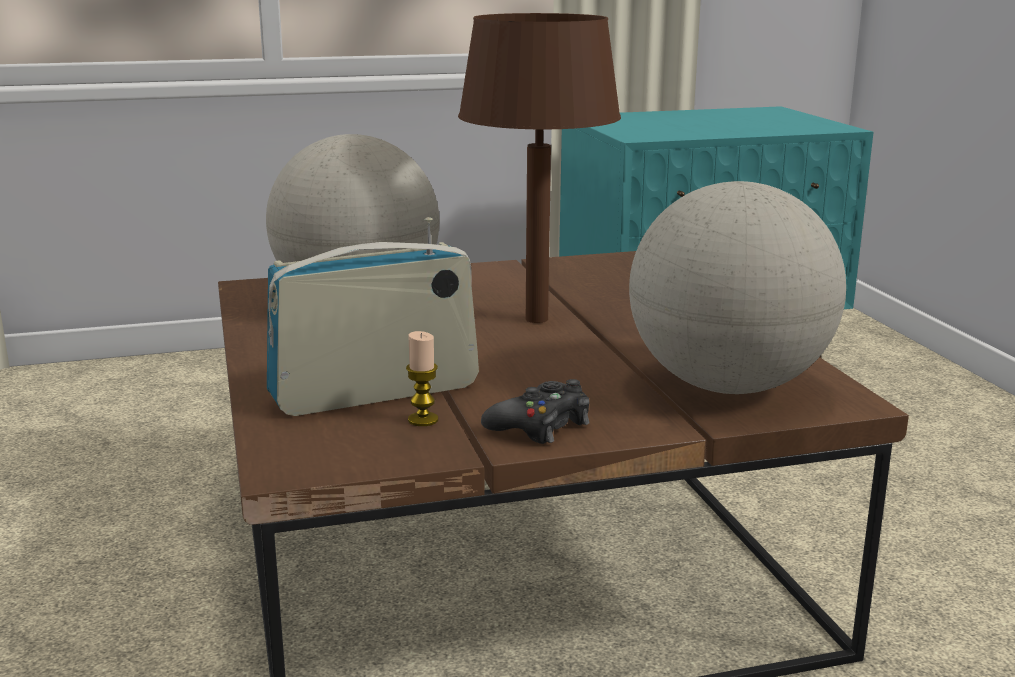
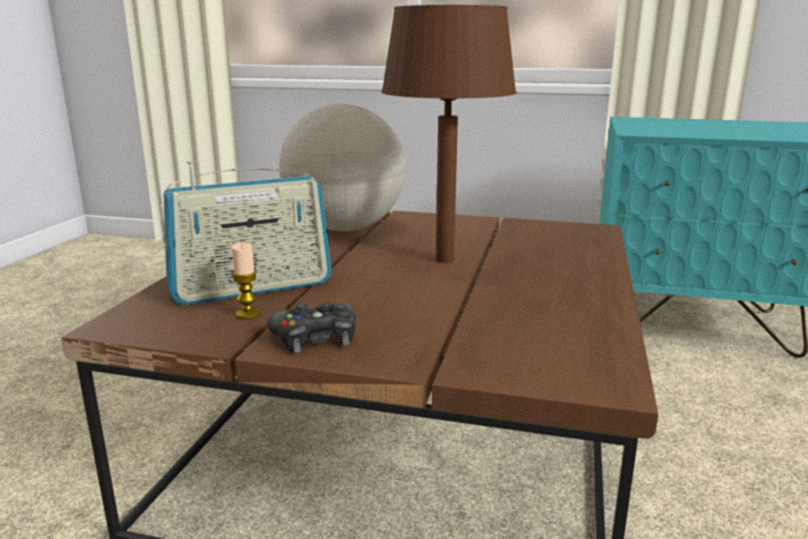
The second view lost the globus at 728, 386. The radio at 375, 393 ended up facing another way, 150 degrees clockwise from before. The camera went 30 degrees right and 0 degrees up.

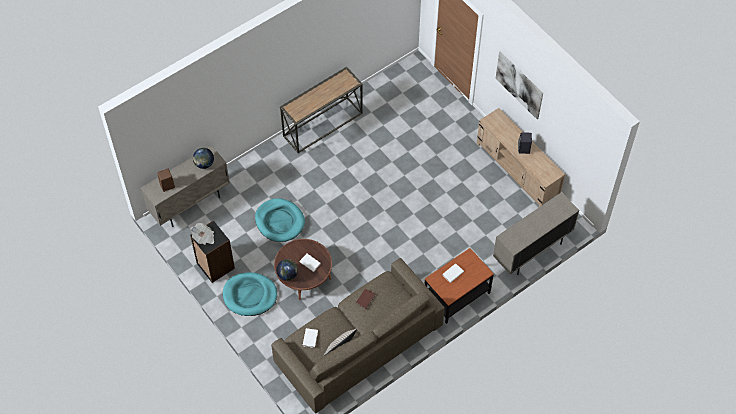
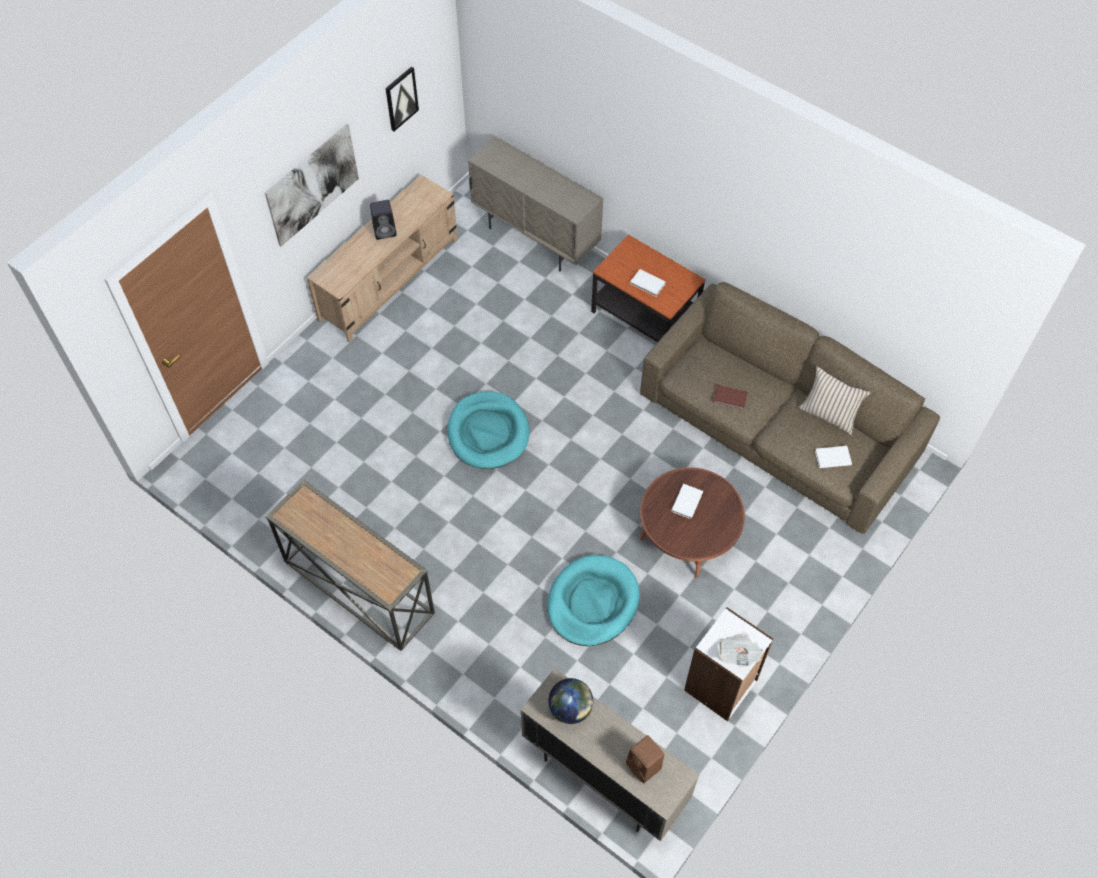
What was the regał/czarny at 215, 266 turned into the regał/biały at 721, 686. The second view lost the globus at 287, 275. The legowisko/turkusowy ended up elsewhere, having gone from 250, 295 to 488, 432. The second view gained the obraz at 401, 98. The camera went 105 degrees left and 0 degrees up.

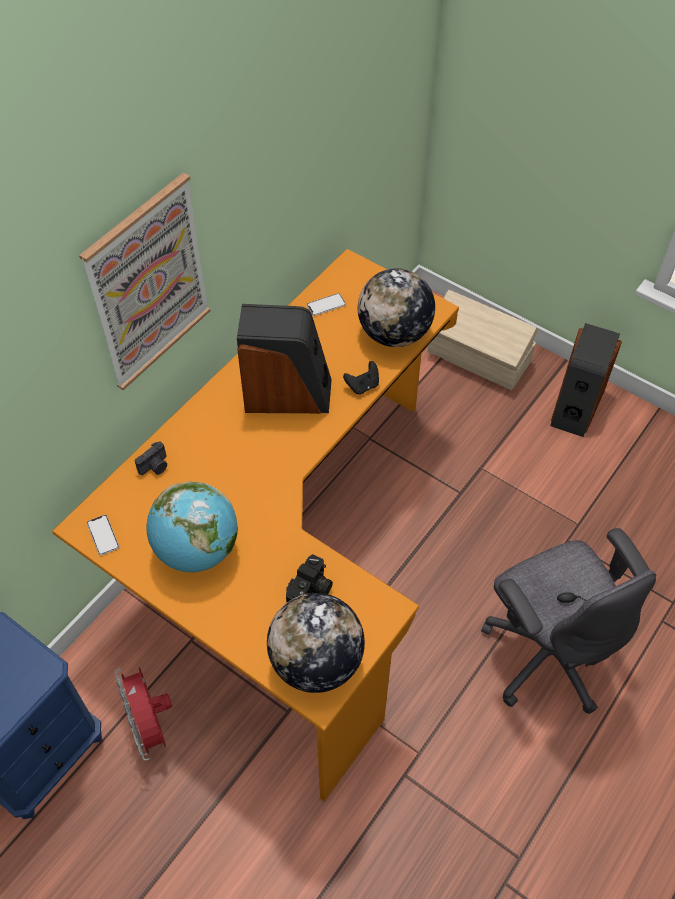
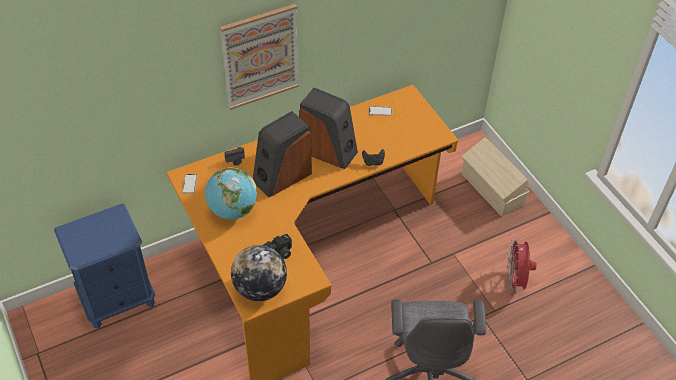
The second view lost the globus at 394, 334. The głośnik ended up elsewhere, having gone from 576, 406 to 282, 176. The wentylator/czerwony ended up elsewhere, having gone from 151, 726 to 515, 280. The camera went 25 degrees right and 5 degrees down.

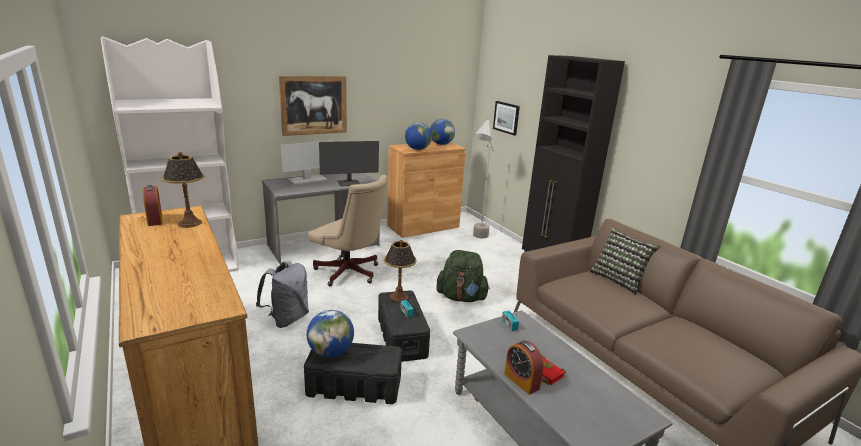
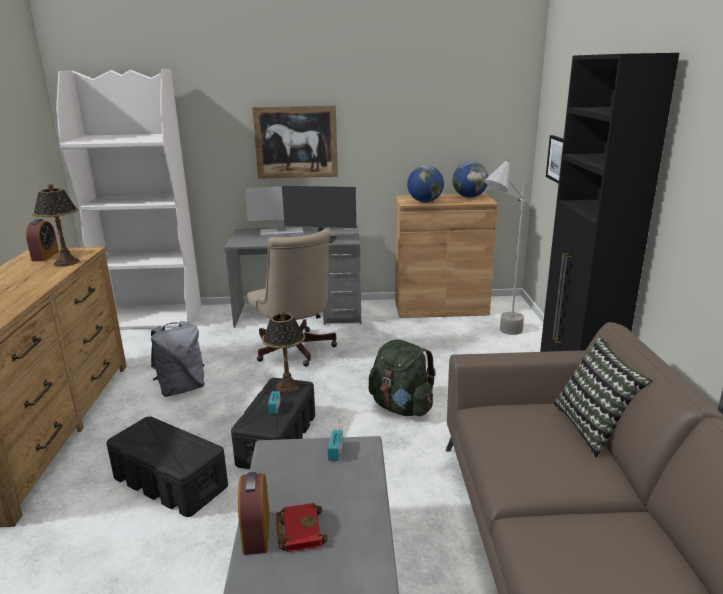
The second view lost the globus at 331, 352. The camera went 30 degrees right and 0 degrees up.

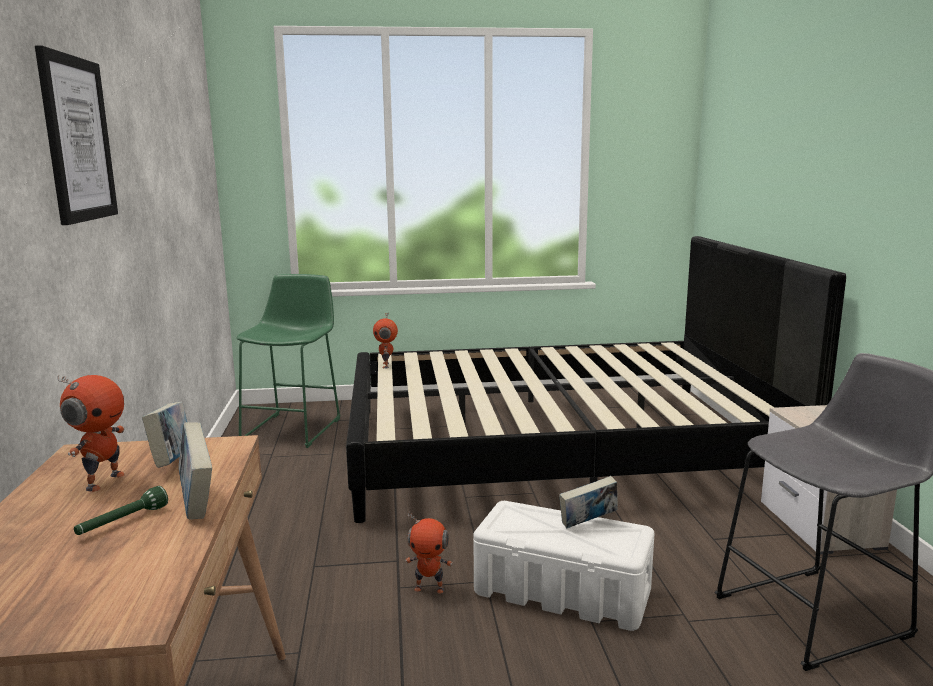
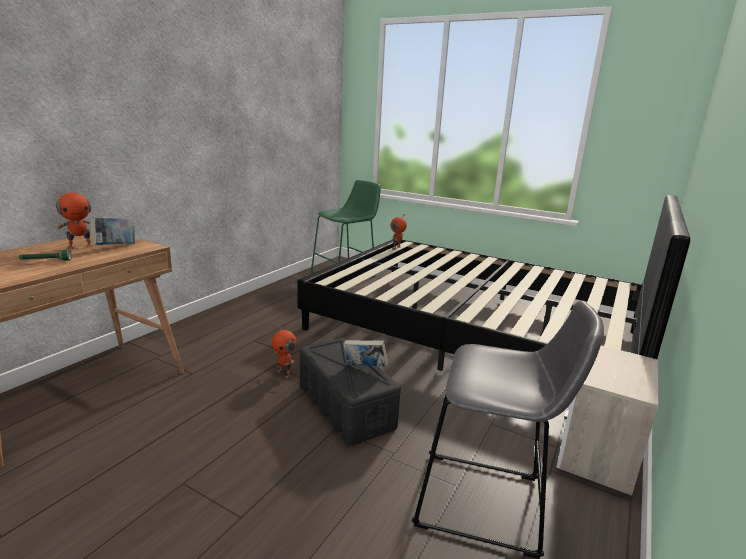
The second view lost the obraz at 77, 139. The second view lost the książka at 197, 502. What was the pojemnik do przechowywania/biały at 563, 591 turned into the pojemnik do przechowywania/czarny at 346, 407. The camera went 35 degrees right and 5 degrees up.

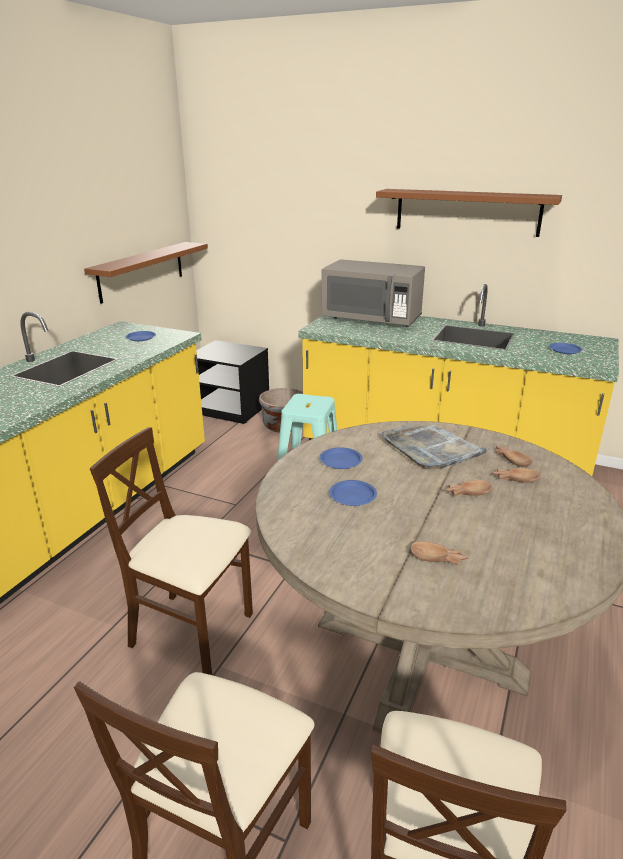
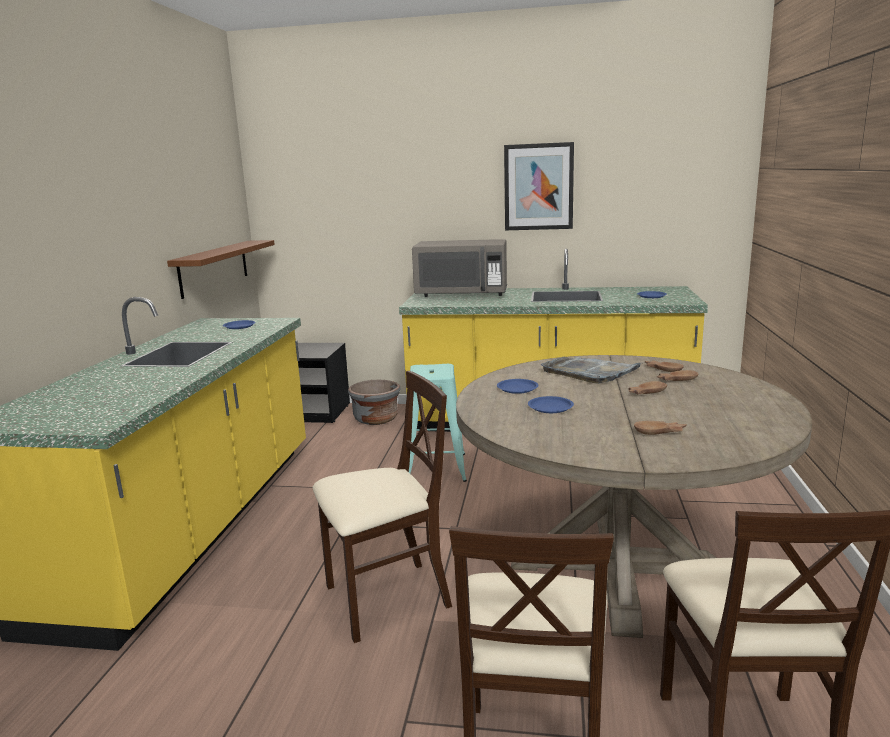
Where the półka/brązowy hung at 467, 212, the obraz came to hang at 538, 187. The krzesło/beżowy at 192, 632 ended up facing another way, 150 degrees clockwise from before. The camera went 15 degrees left and 10 degrees down.

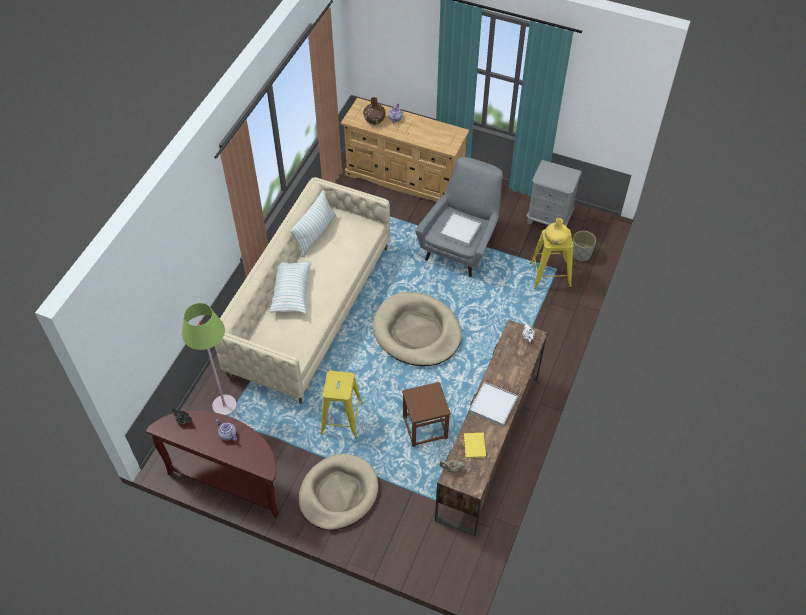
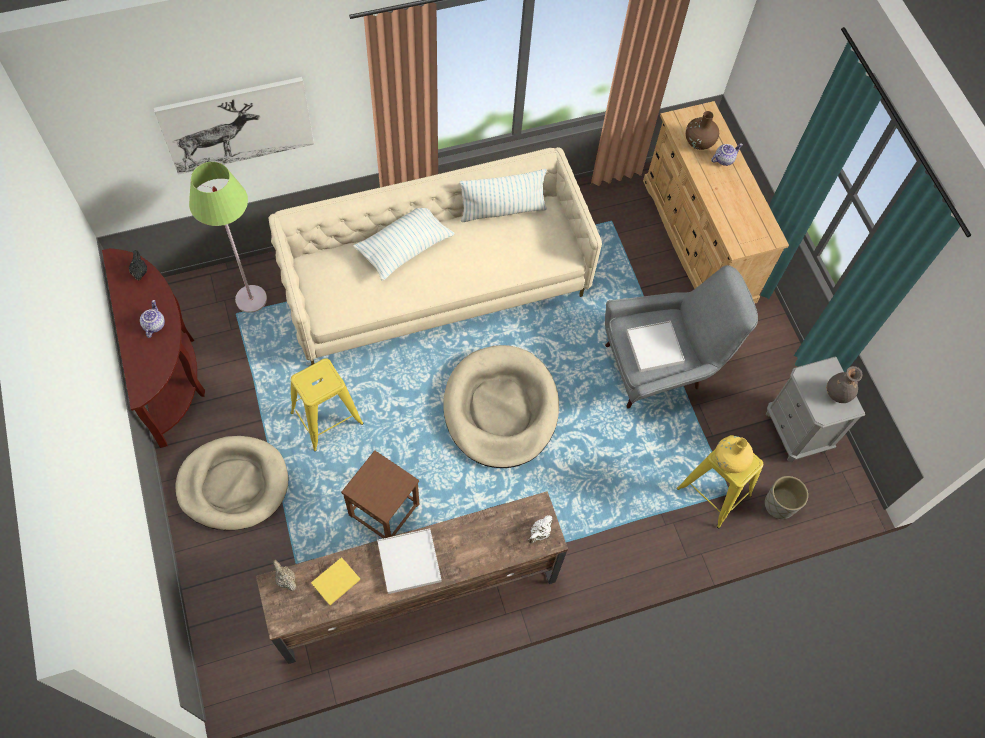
The second view gained the obraz at 237, 125. The second view gained the wazon/szary at 837, 394. The camera went 45 degrees right and 10 degrees up.

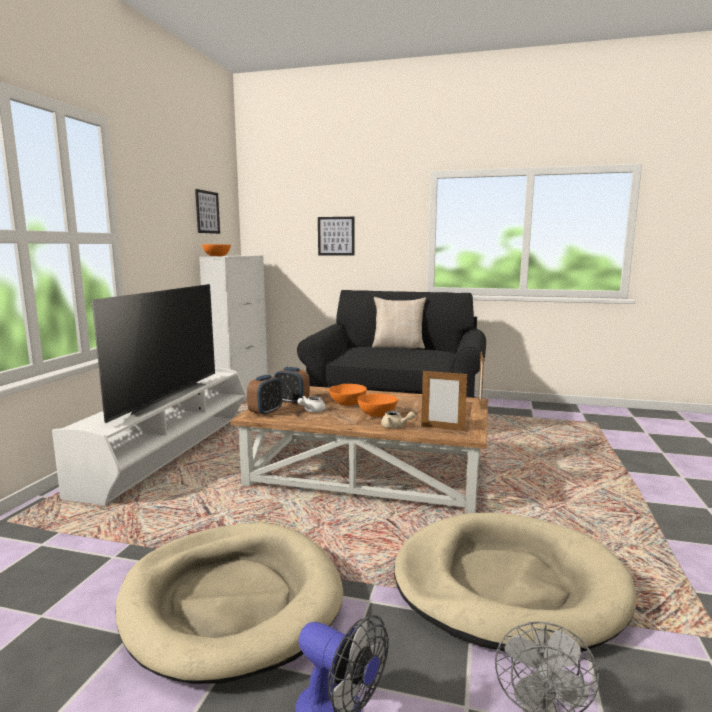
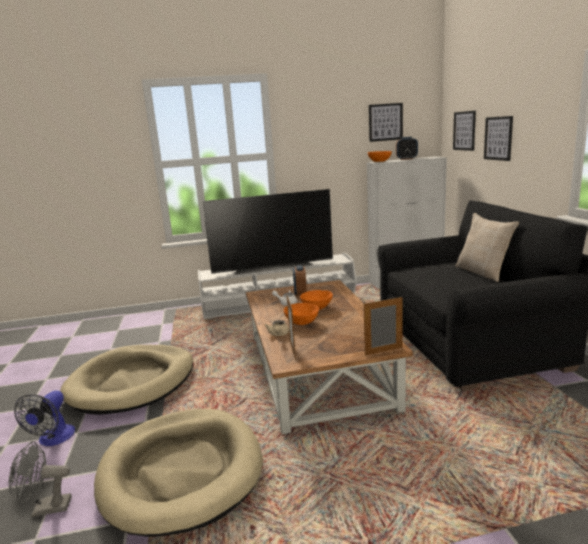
The budzik ended up elsewhere, having gone from 266, 412 to 406, 159. The second view gained the obraz at 464, 131. The camera went 65 degrees right and 5 degrees up.

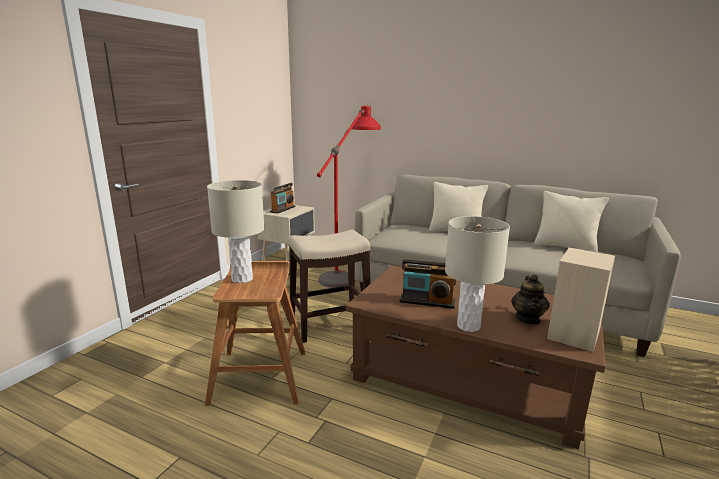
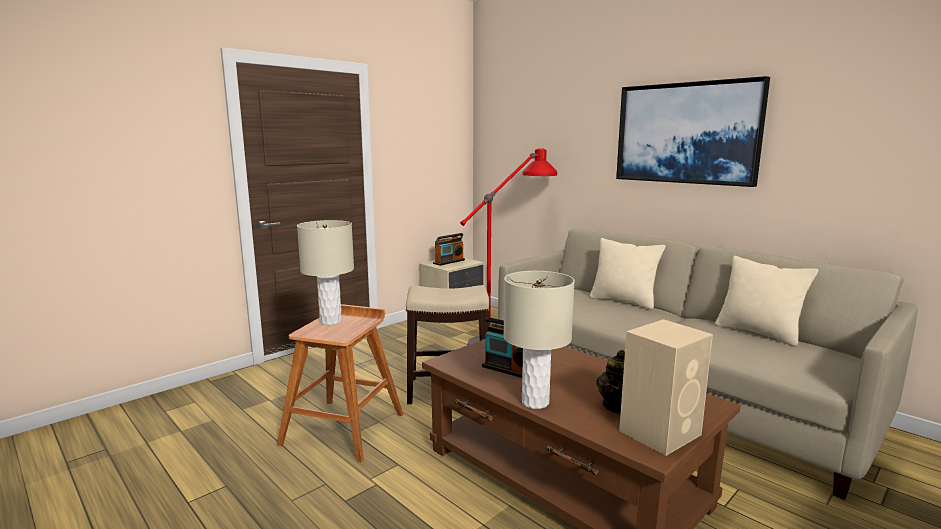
The second view gained the obraz at 686, 133. The camera went 20 degrees right and 5 degrees down.

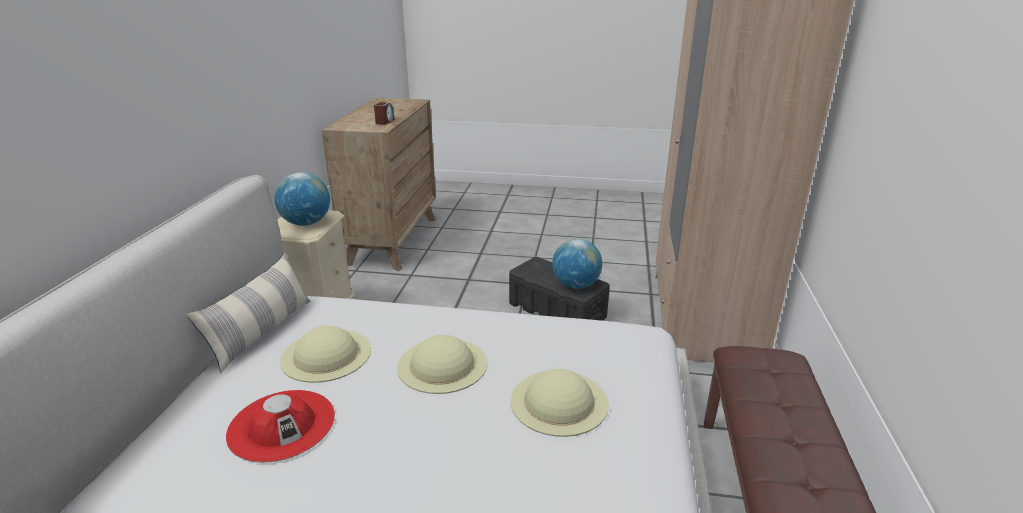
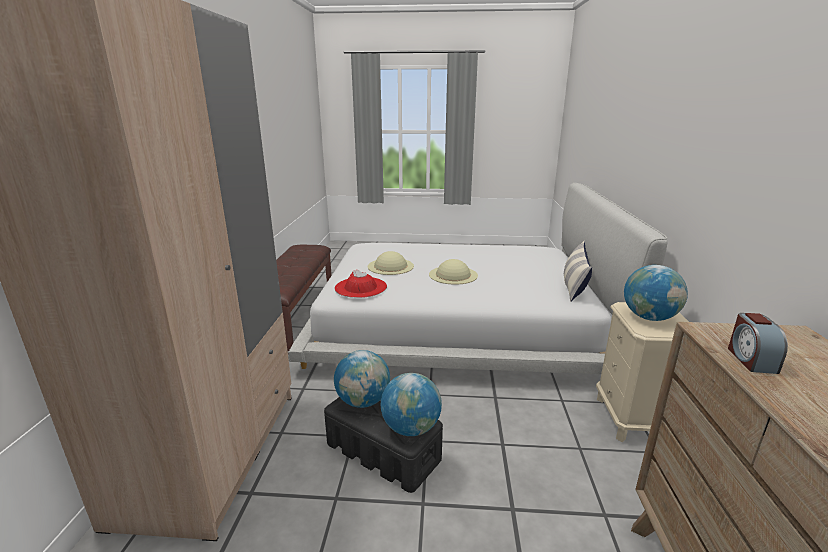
The second view lost the kapelusz/beżowy at 326, 355. The kapelusz/czerwony ended up elsewhere, having gone from 282, 425 to 360, 287. The second view gained the globus at 411, 428. The camera went 175 degrees right and 5 degrees down.

